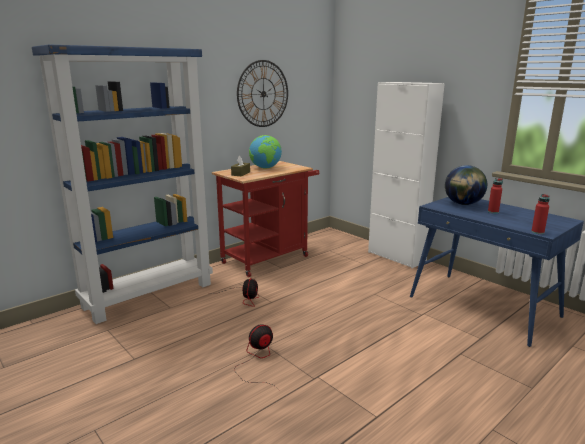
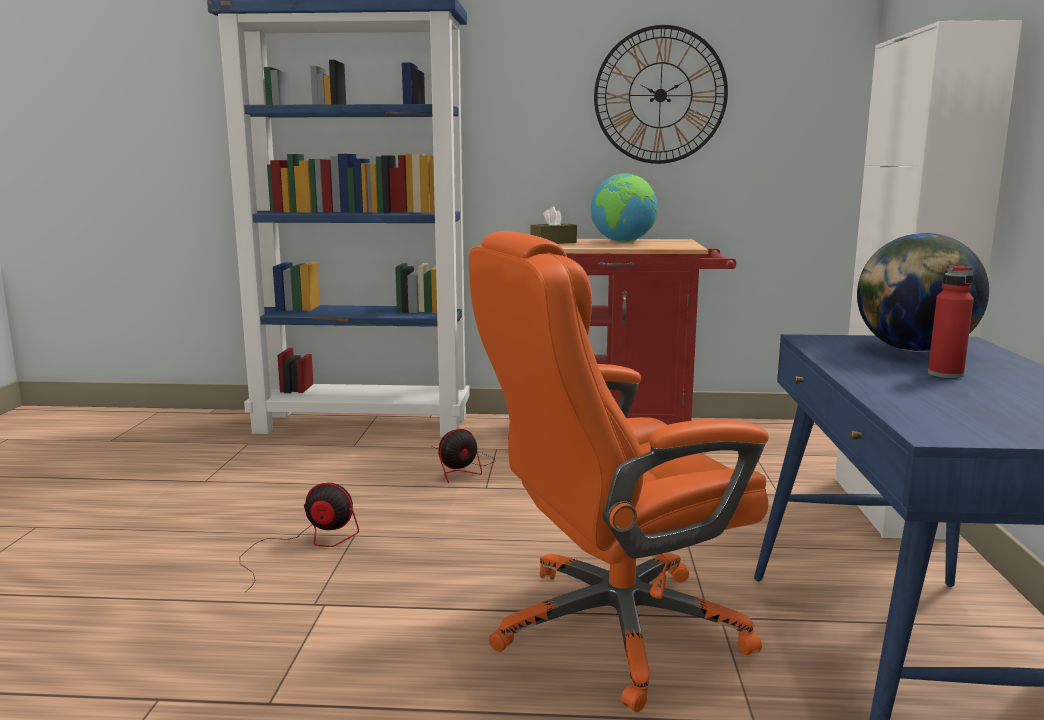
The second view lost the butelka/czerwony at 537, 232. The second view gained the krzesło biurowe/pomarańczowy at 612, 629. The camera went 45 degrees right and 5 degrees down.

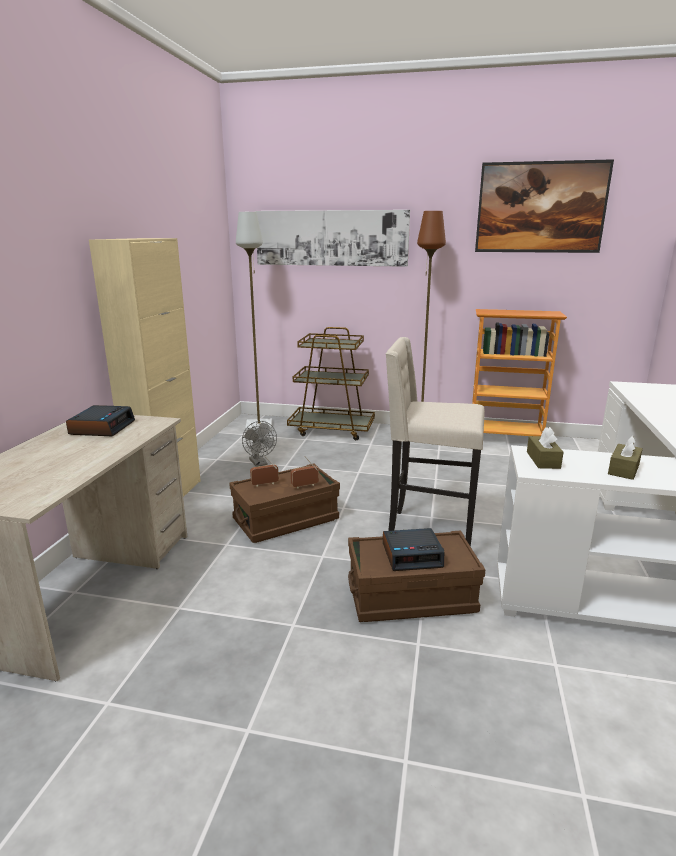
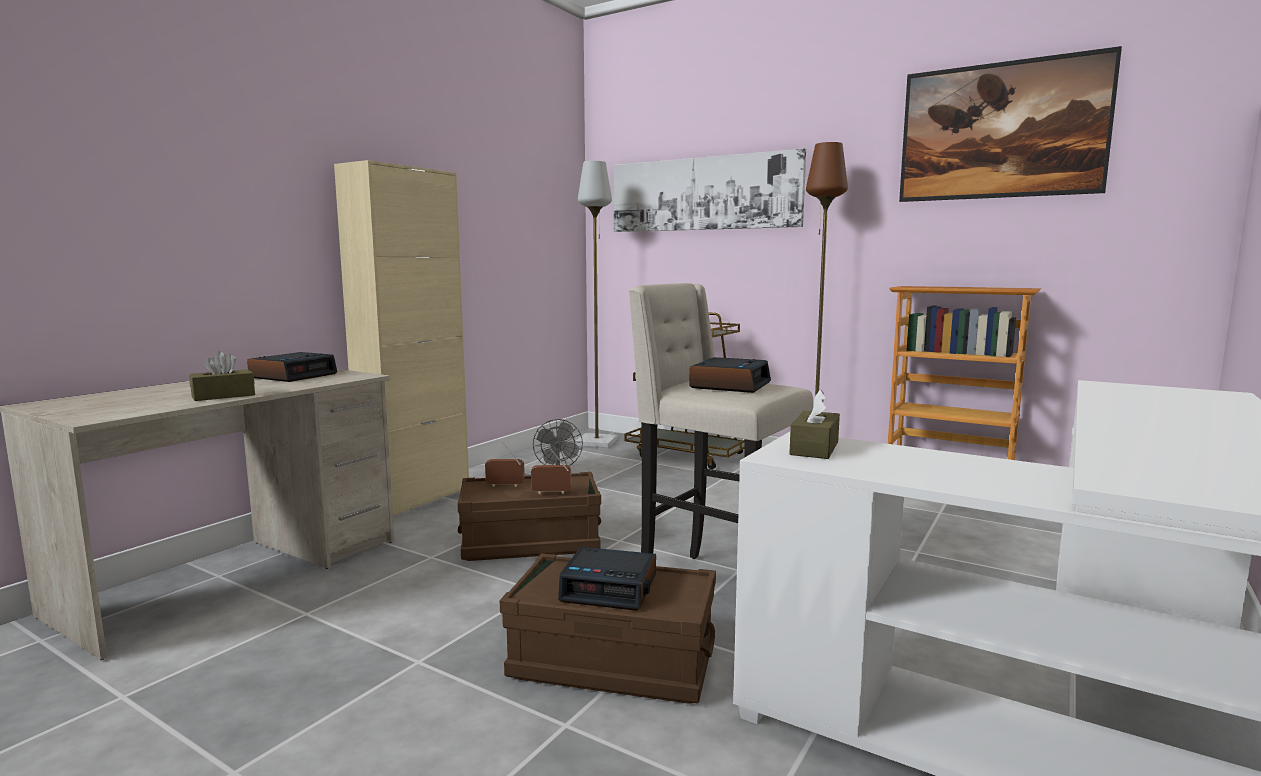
The pudełko chusteczek/brązowy ended up elsewhere, having gone from 623, 469 to 223, 396. The second view gained the budzik at 729, 385. The camera went 20 degrees right and 10 degrees down.

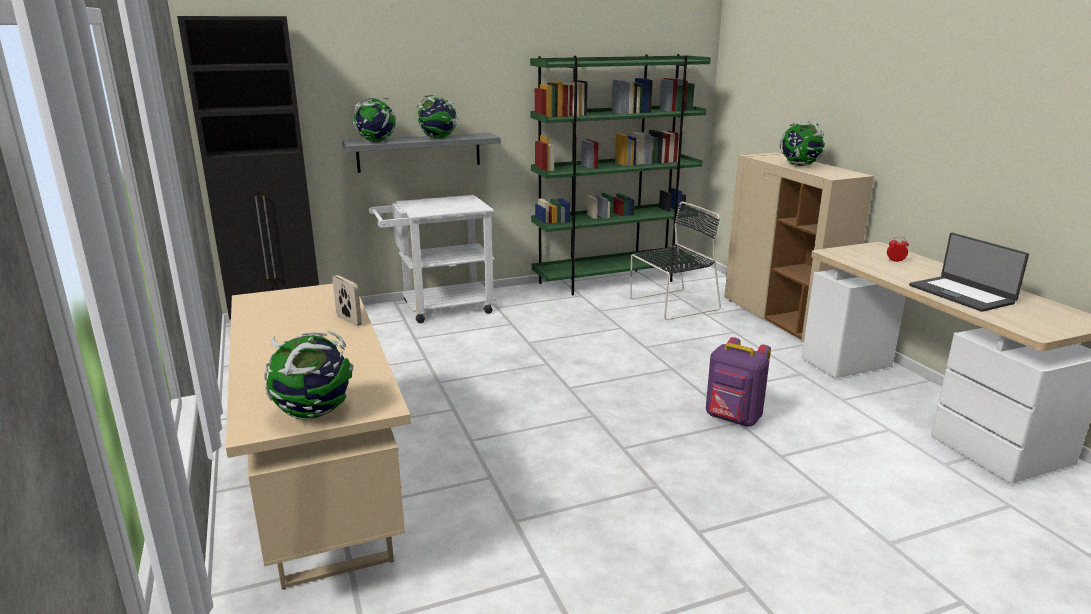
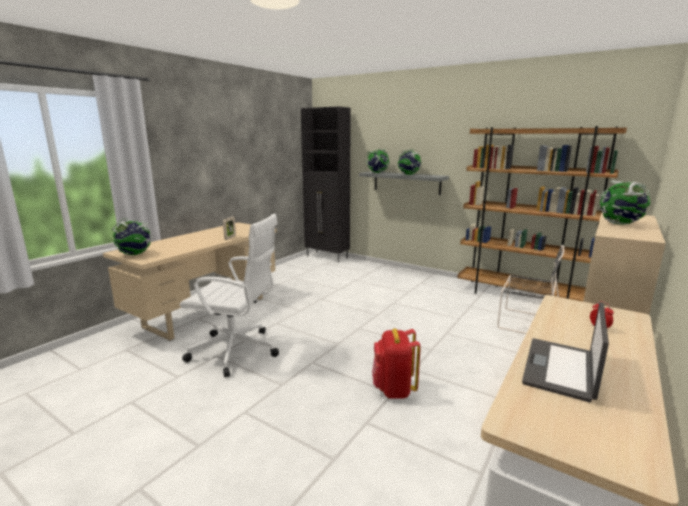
What was the regał/zielony at 613, 281 turned into the regał/brązowy at 521, 297. The second view lost the wózek/biały at 439, 308. What was the plecak/fioletowy at 733, 419 turned into the plecak/czerwony at 393, 389. The second view gained the krzesło biurowe/biały at 237, 352. The camera went 55 degrees right and 5 degrees down.

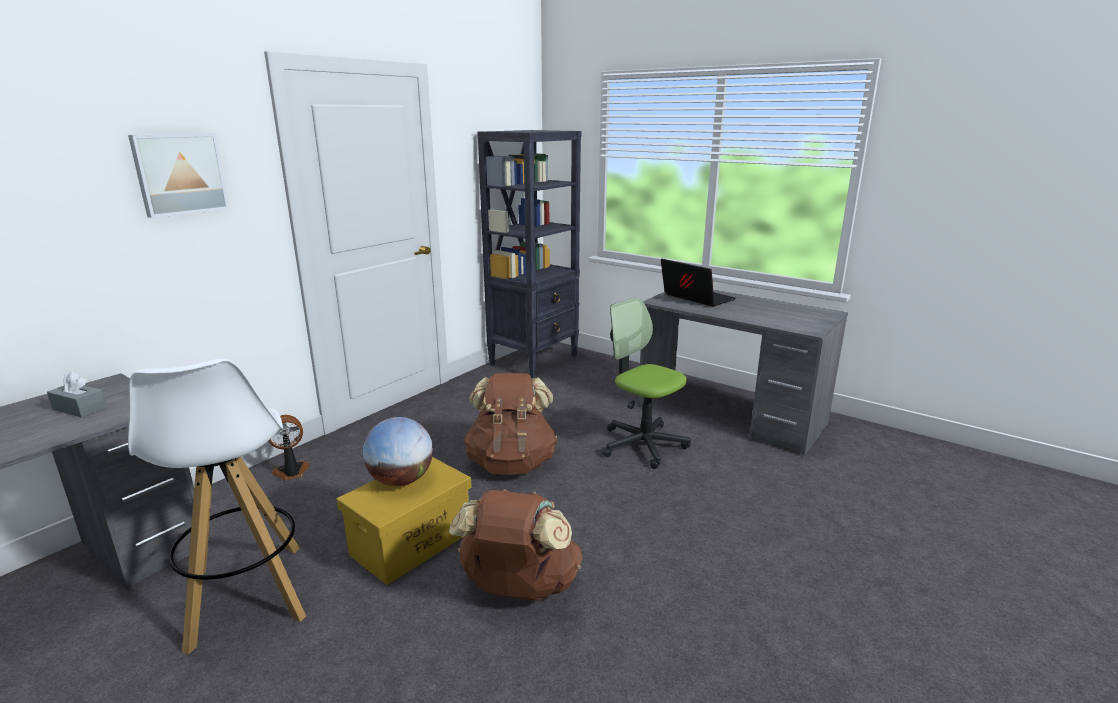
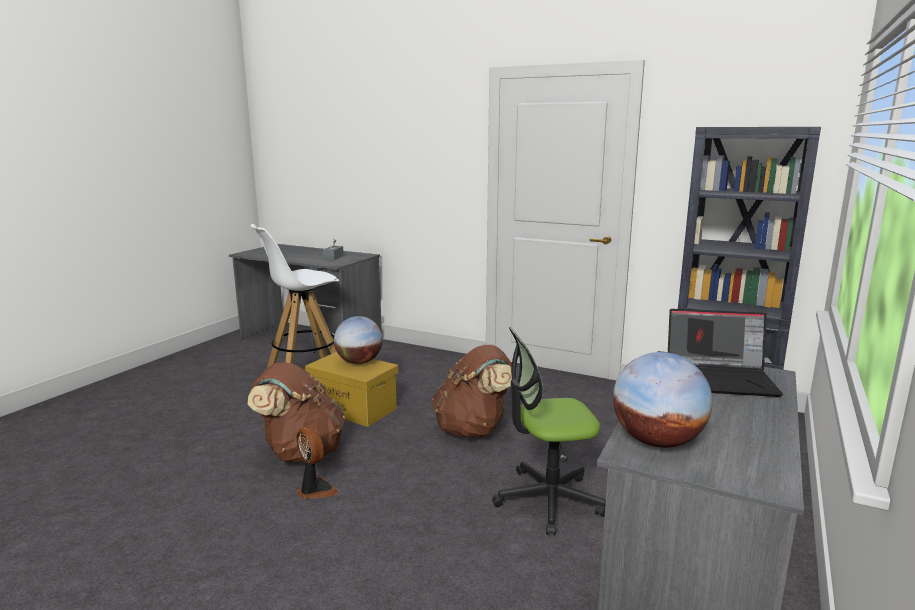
The second view lost the obraz at 179, 174. The laptop at 695, 298 ended up facing another way, 60 degrees clockwise from before. The krzesło biurowe at 643, 444 ended up facing another way, 135 degrees counterclockwise from before. The wentylator ended up elsewhere, having gone from 291, 472 to 315, 490. The second view gained the globus at 657, 441. The camera went 80 degrees right and 5 degrees down.

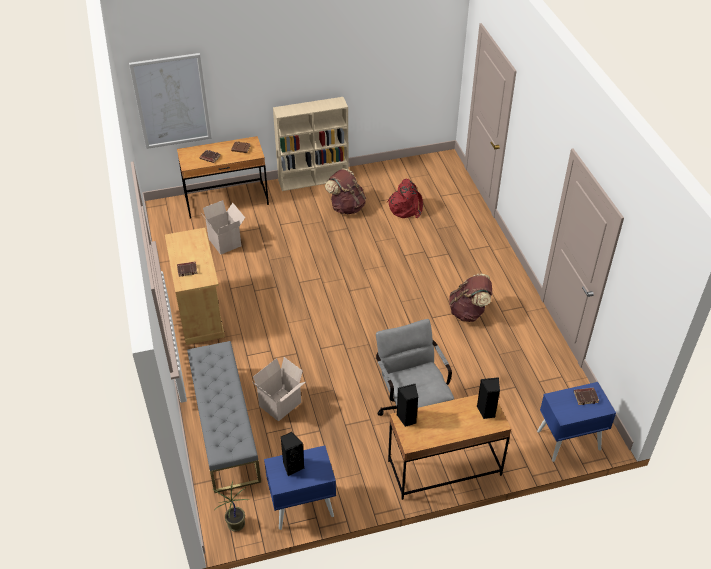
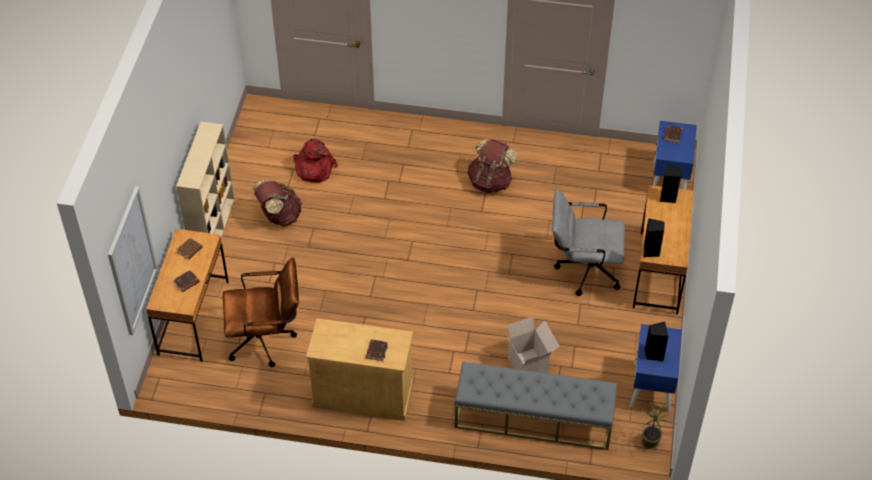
Where the karton stood at 226, 242, the krzesło biurowe/brązowy came to stand at 266, 340. The camera went 65 degrees left and 5 degrees up.

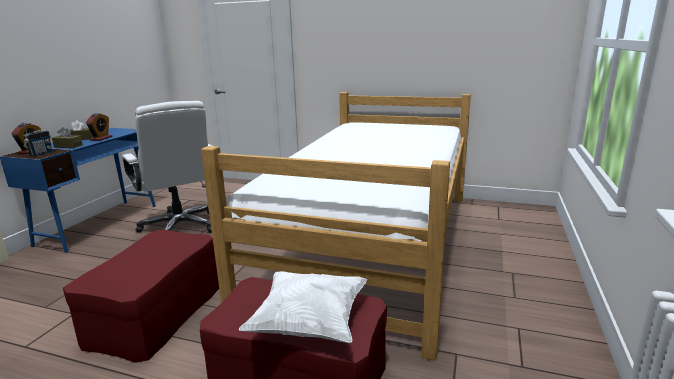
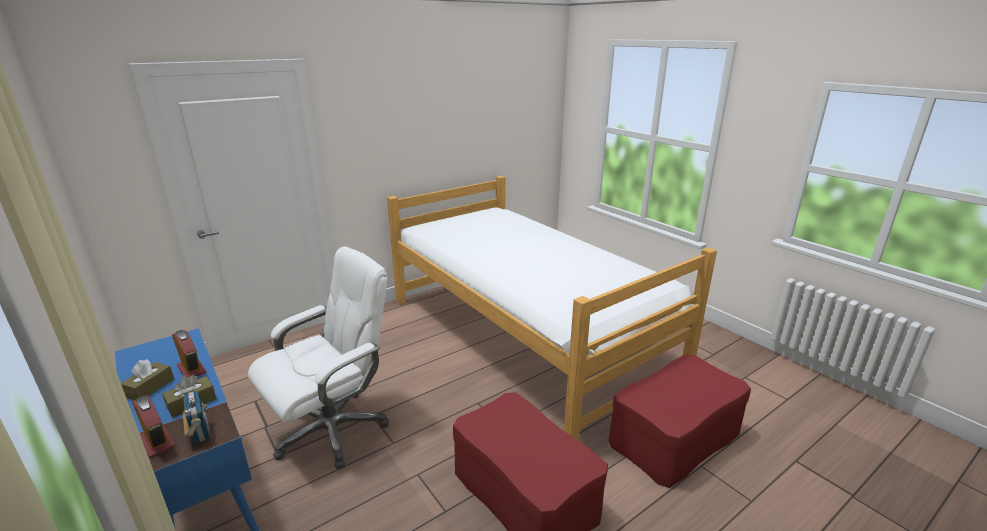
The krzesło biurowe/biały at 180, 226 ended up facing another way, 45 degrees counterclockwise from before. The second view lost the poduszka/biały at 309, 323. The camera went 55 degrees left and 5 degrees up.

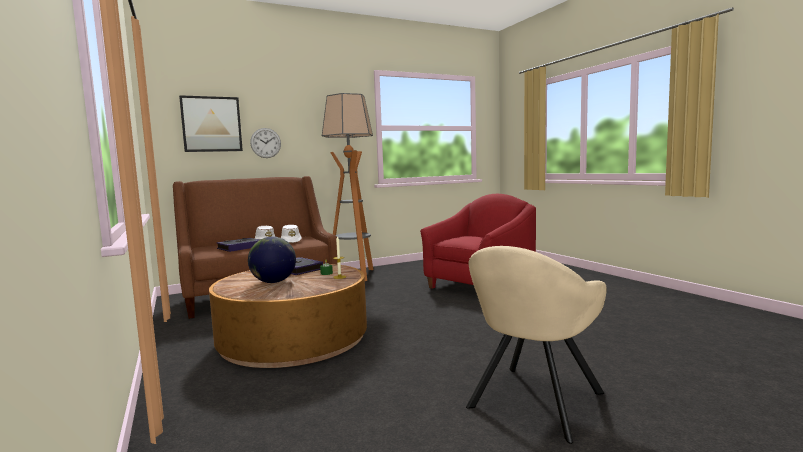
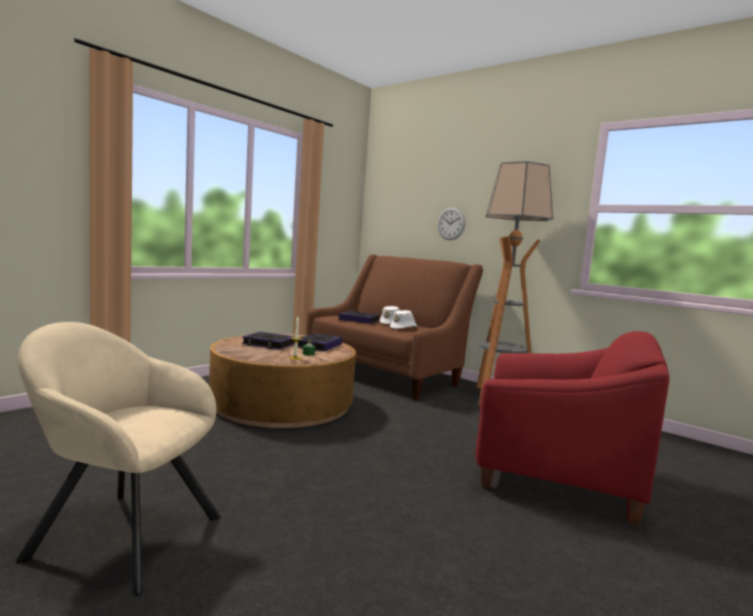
The second view lost the obraz at 211, 124. Where the globus stood at 274, 282, the książka came to stand at 269, 344. The camera went 65 degrees right and 0 degrees up.

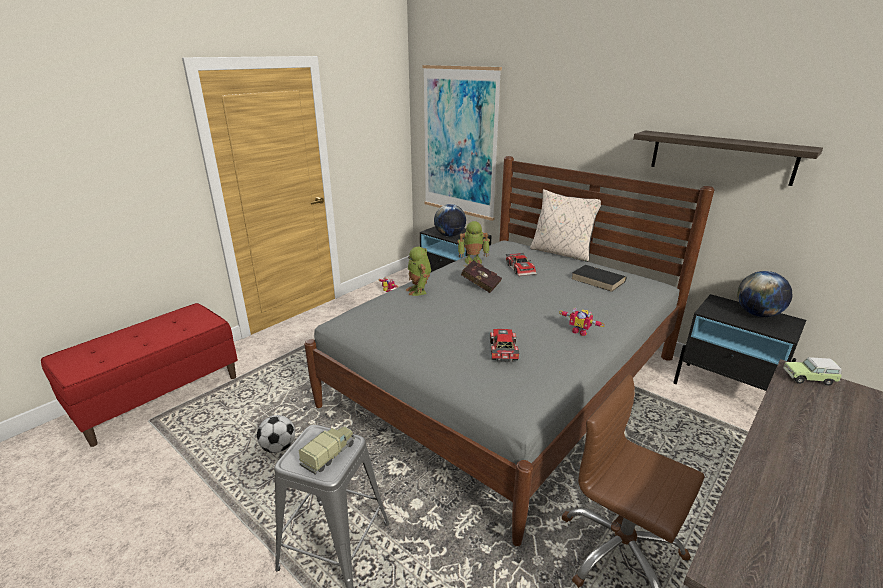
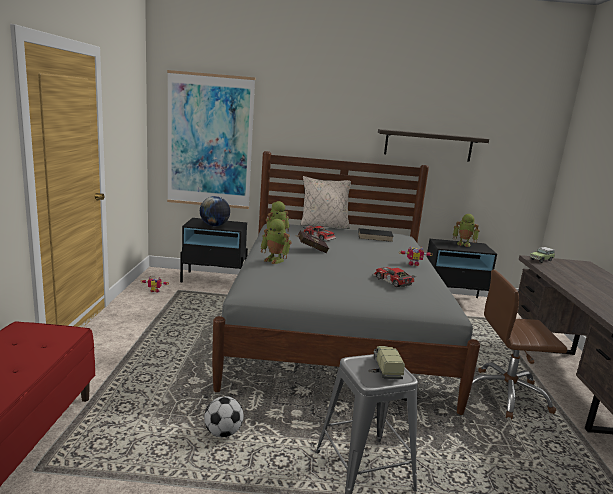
Where the globus stood at 757, 314, the robot zabawkowy came to stand at 464, 244. The camera went 40 degrees left and 10 degrees down.

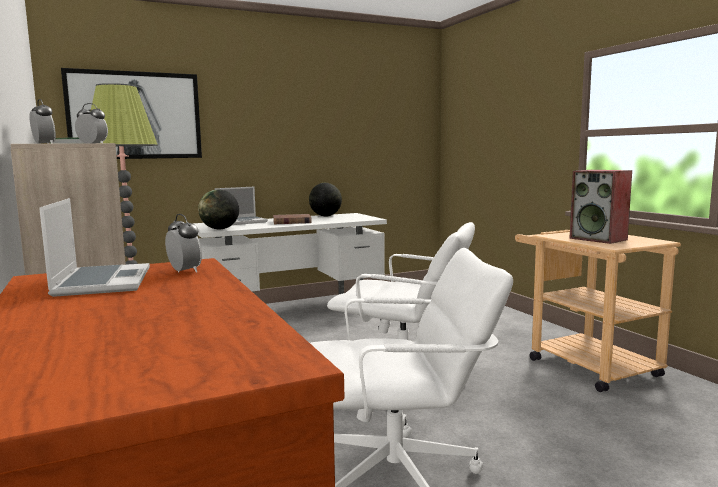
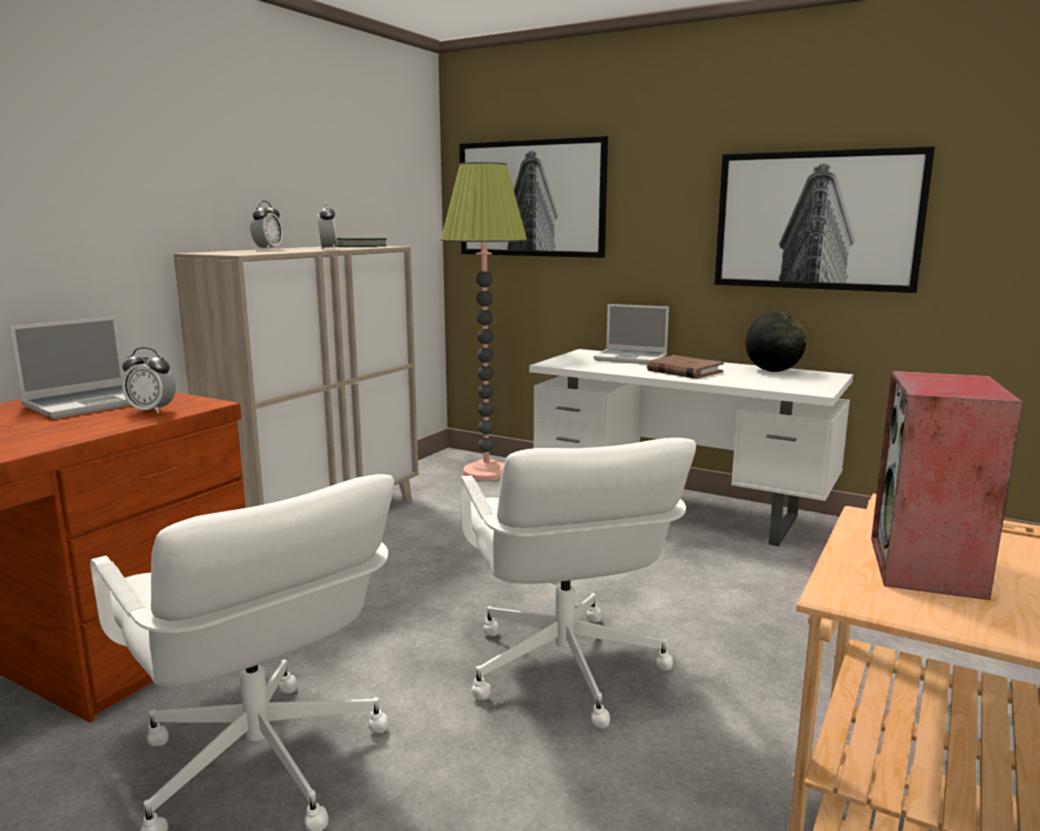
The second view lost the globus at 220, 229. The budzik at 184, 271 ended up facing another way, 90 degrees clockwise from before. The second view gained the obraz at 817, 220. The camera went 55 degrees right and 5 degrees up.

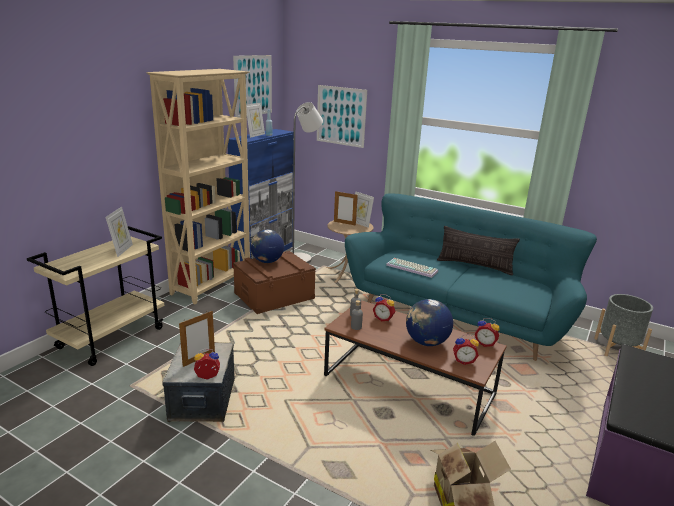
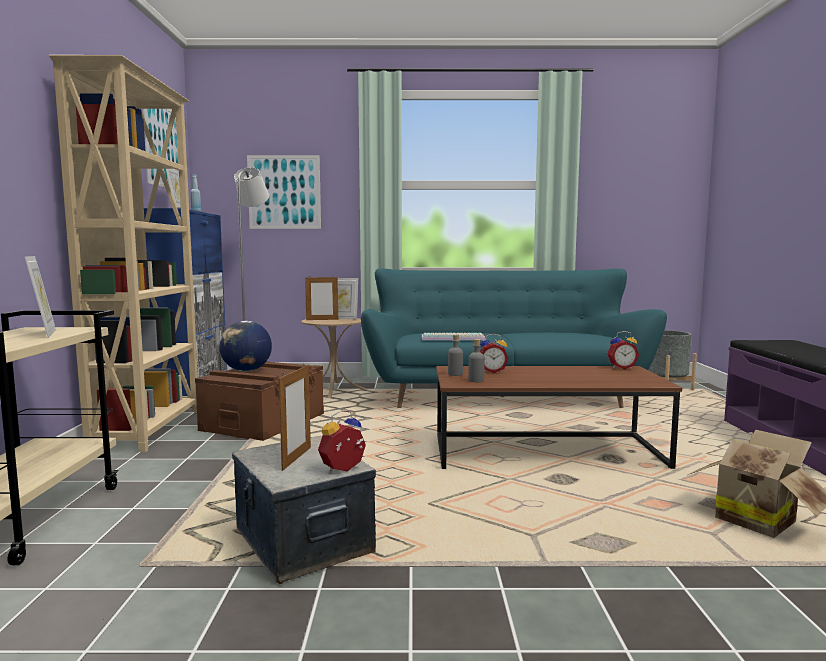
The second view lost the poduszka at 474, 266. The second view lost the globus at 426, 342. The second view lost the budzik at 463, 361. The camera went 30 degrees left and 15 degrees down.

